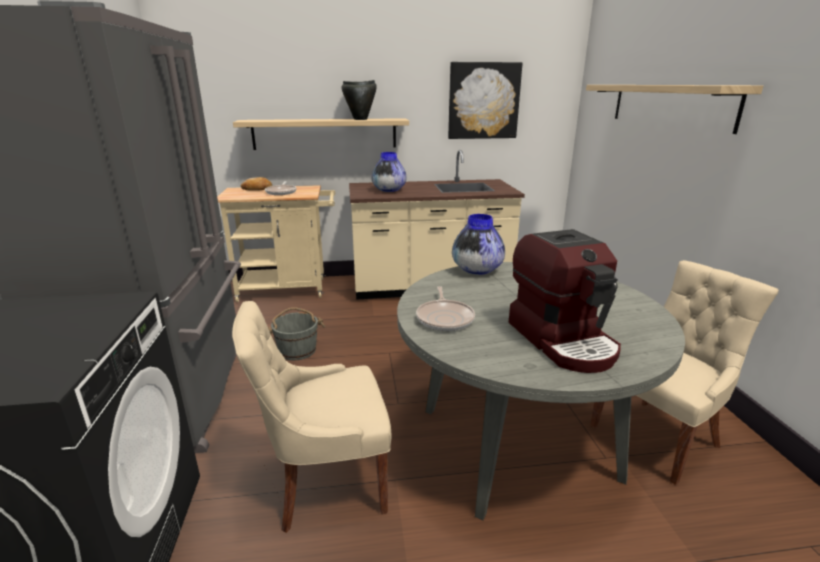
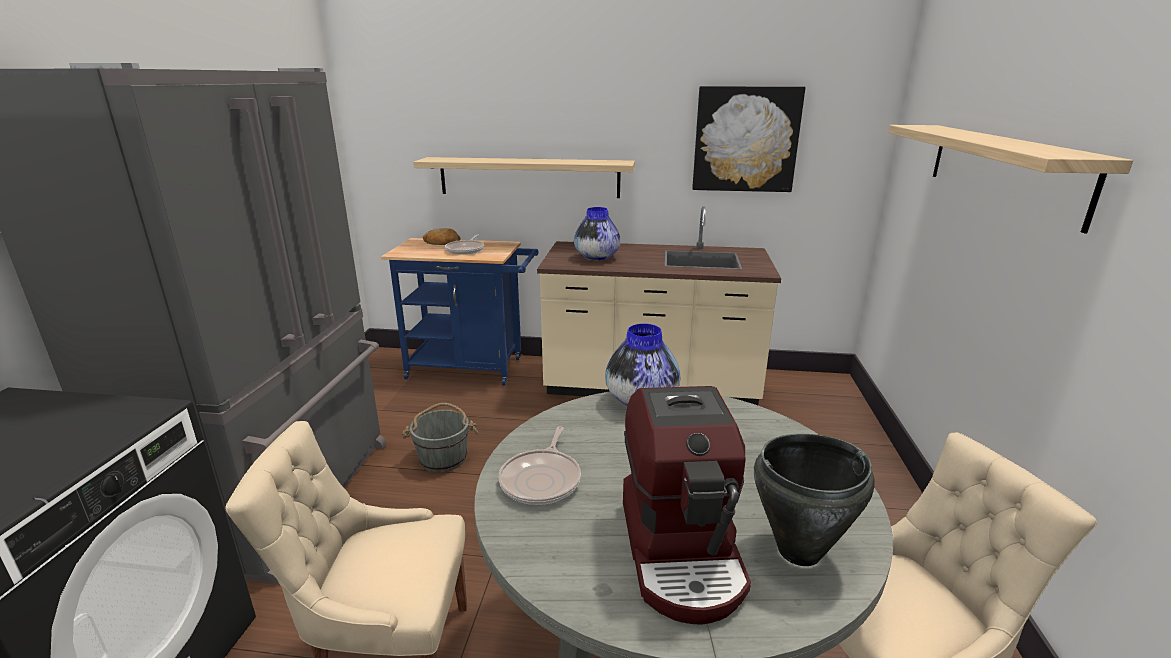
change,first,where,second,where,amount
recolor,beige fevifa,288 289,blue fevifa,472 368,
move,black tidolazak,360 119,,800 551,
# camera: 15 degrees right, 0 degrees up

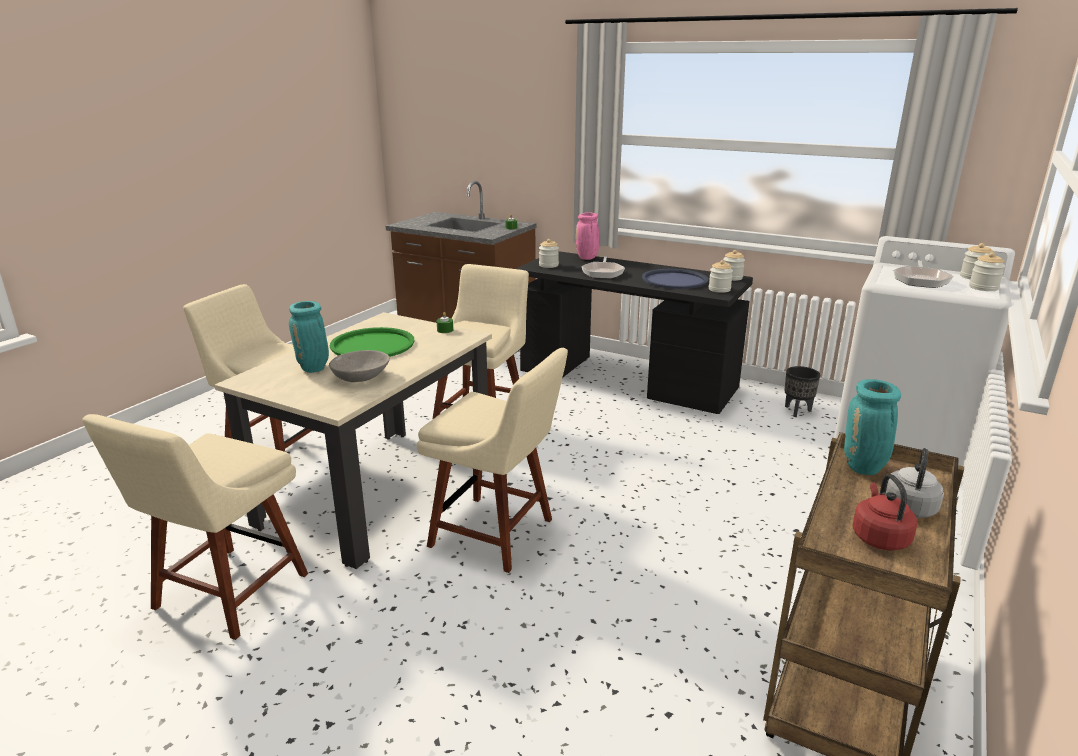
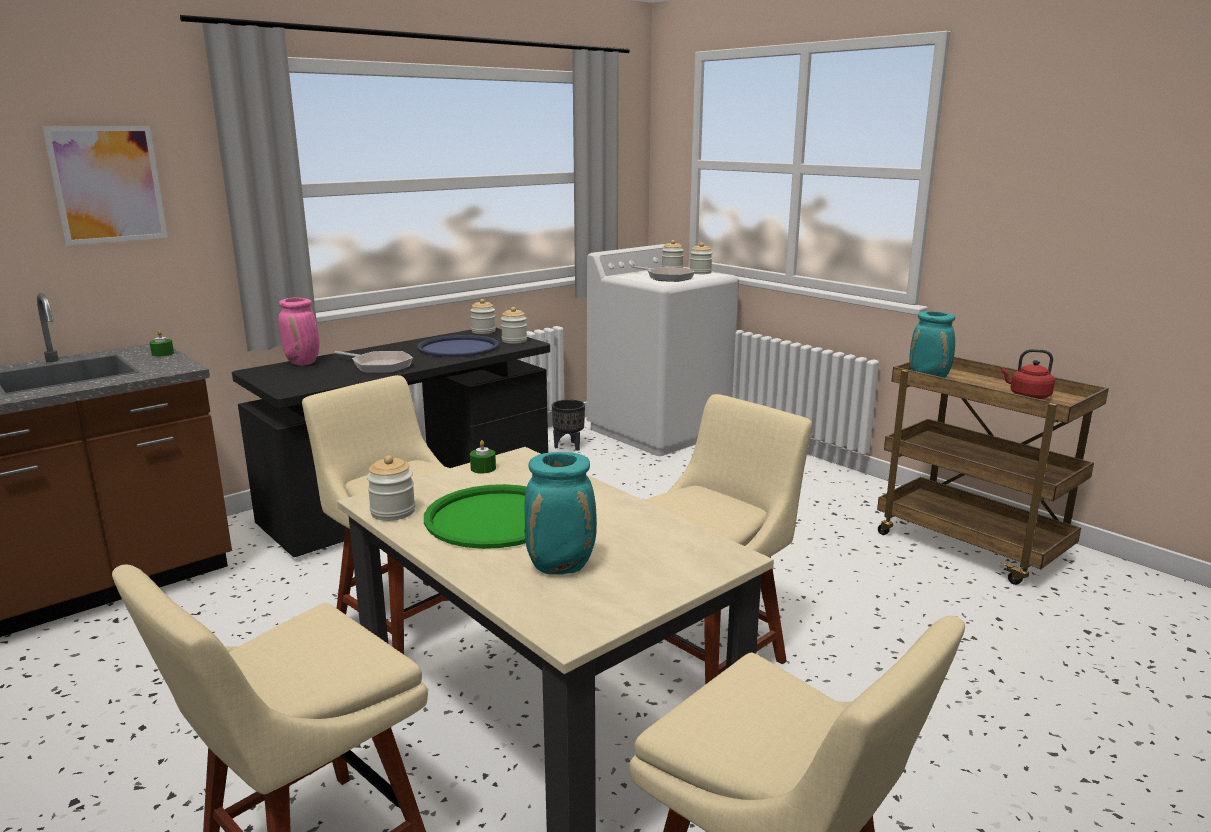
change,first,where,second,where,amount
delete,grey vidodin,361 376,,,
move,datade,548 265,,393 512,
delete,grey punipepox,909 507,,,
insert,,,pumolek,108 184,
# camera: 70 degrees left, 5 degrees down

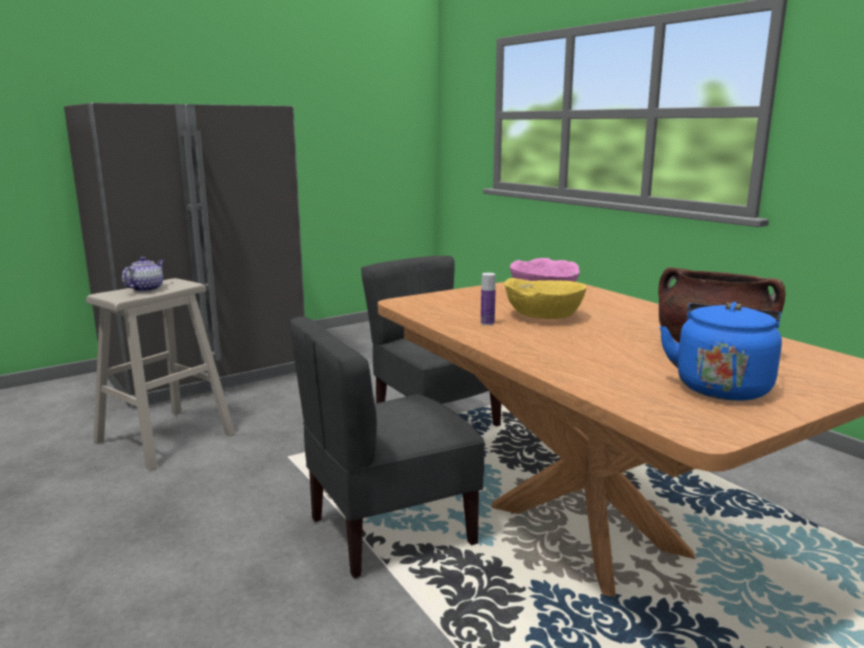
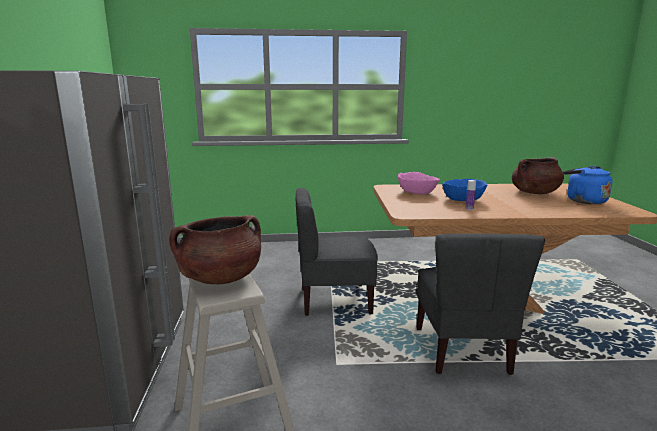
change,first,where,second,where,amount
replace,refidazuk,145 289,brown tidolazak,221 278,
recolor,yellow vidodin,543 316,blue vidodin,462 199,
# camera: 60 degrees left, 0 degrees up

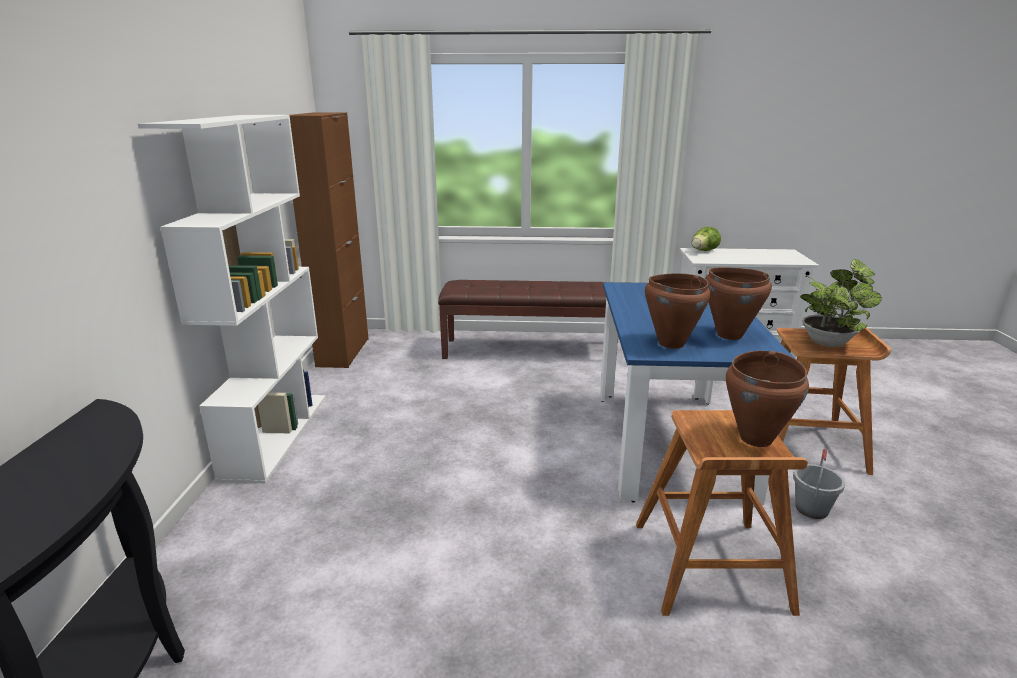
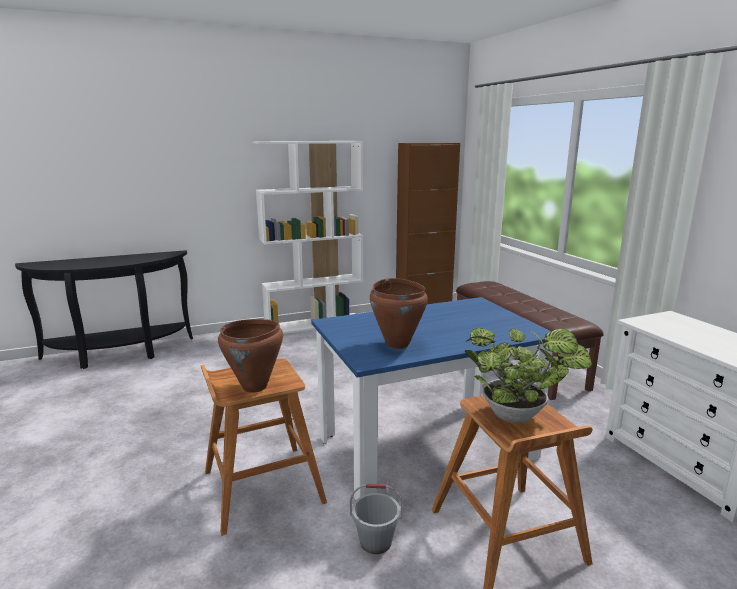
change,first,where,second,where,amount
delete,brown tidolazak,670 343,,,
delete,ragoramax,703 251,,,
# camera: 65 degrees right, 5 degrees down

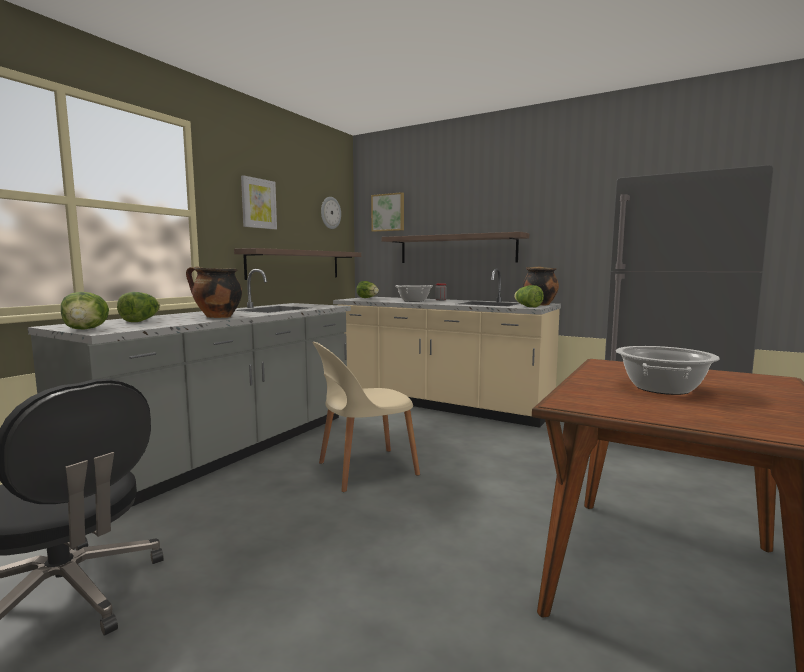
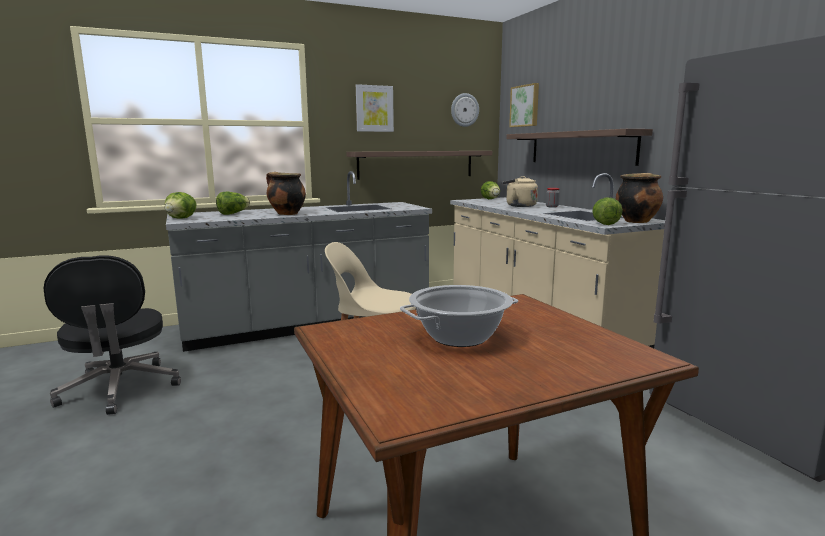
change,first,where,second,where,amount
replace,tidolazak,413 301,beige punipepox,519 206,
# camera: 35 degrees right, 5 degrees up

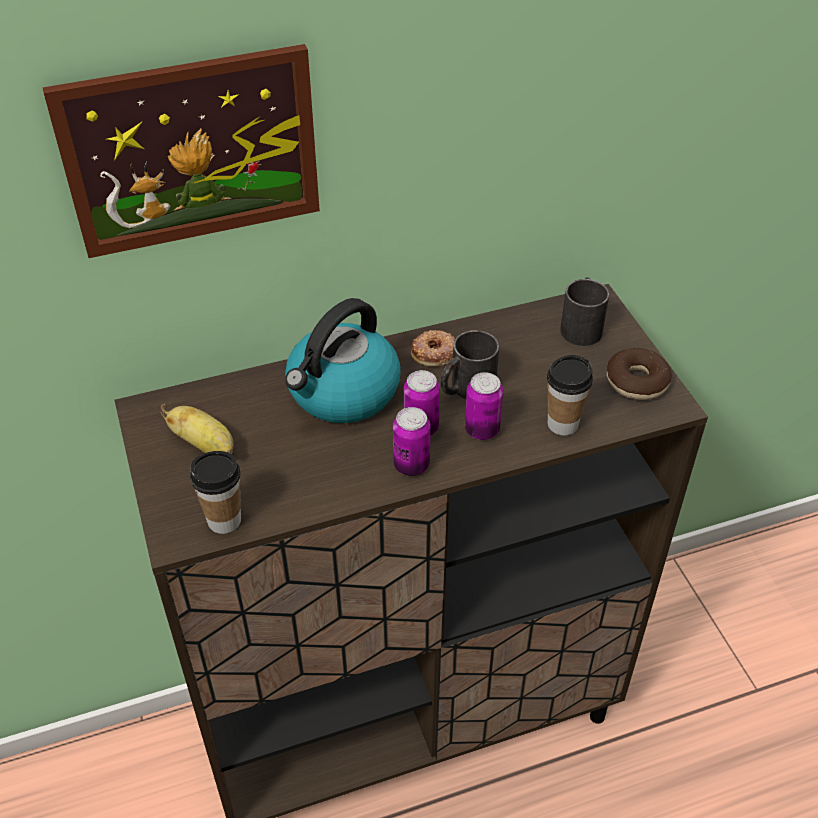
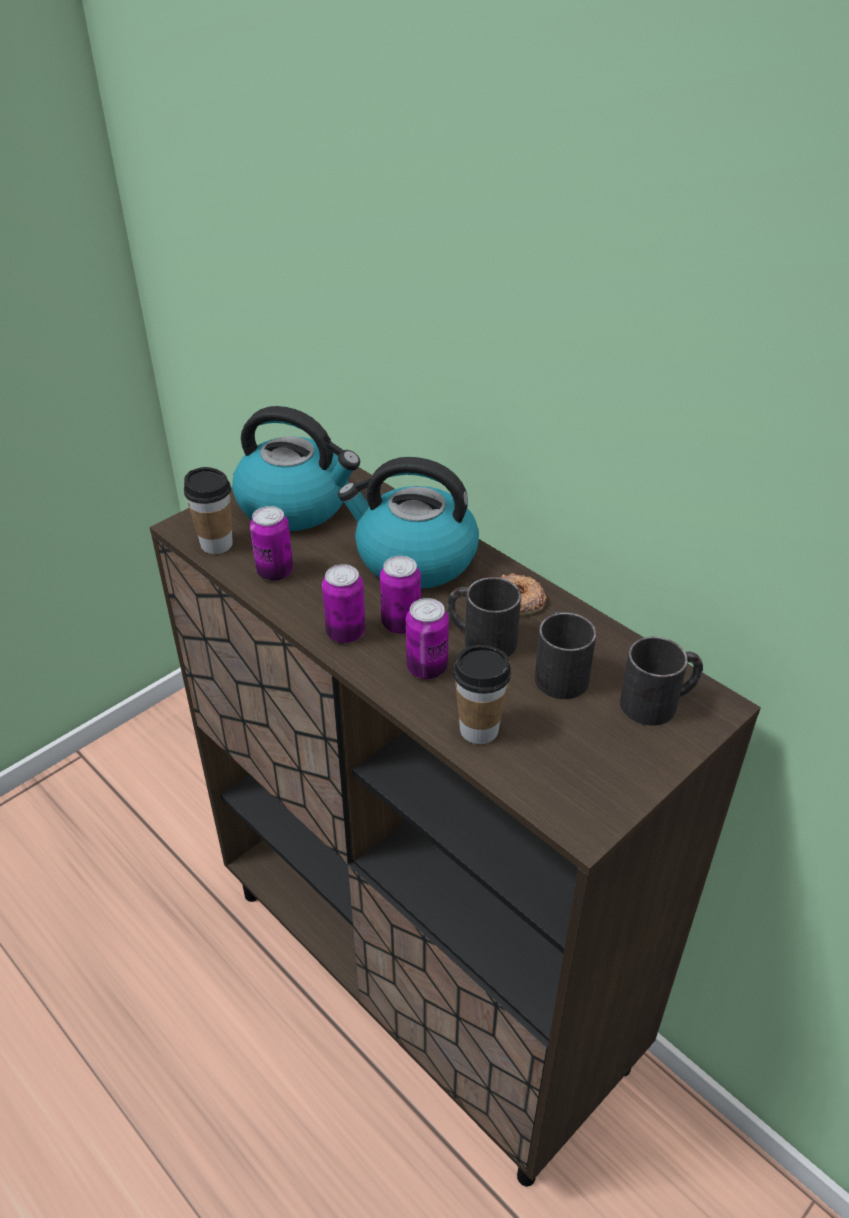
change,first,where,second,where,amount
delete,pumolek,191 151,,,
replace,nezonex,205 445,punipepox,296 505,
delete,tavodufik,637 381,,,
insert,,,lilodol,275 572,
insert,,,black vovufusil,558 671,
# camera: 65 degrees right, 5 degrees down

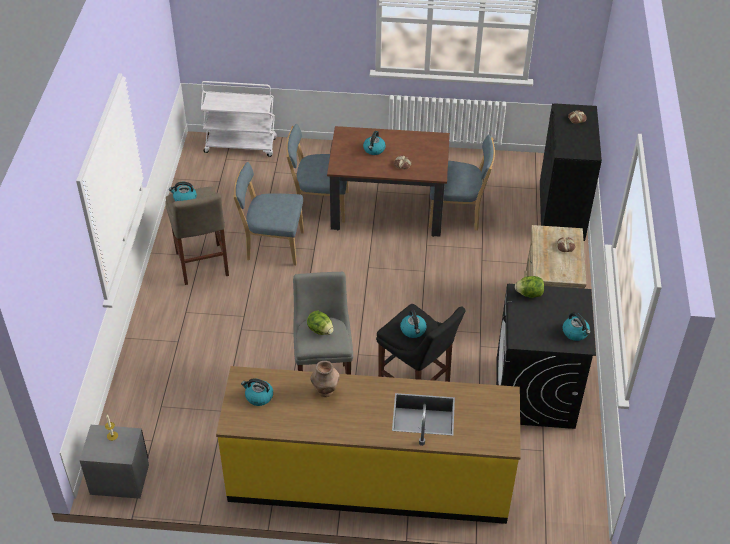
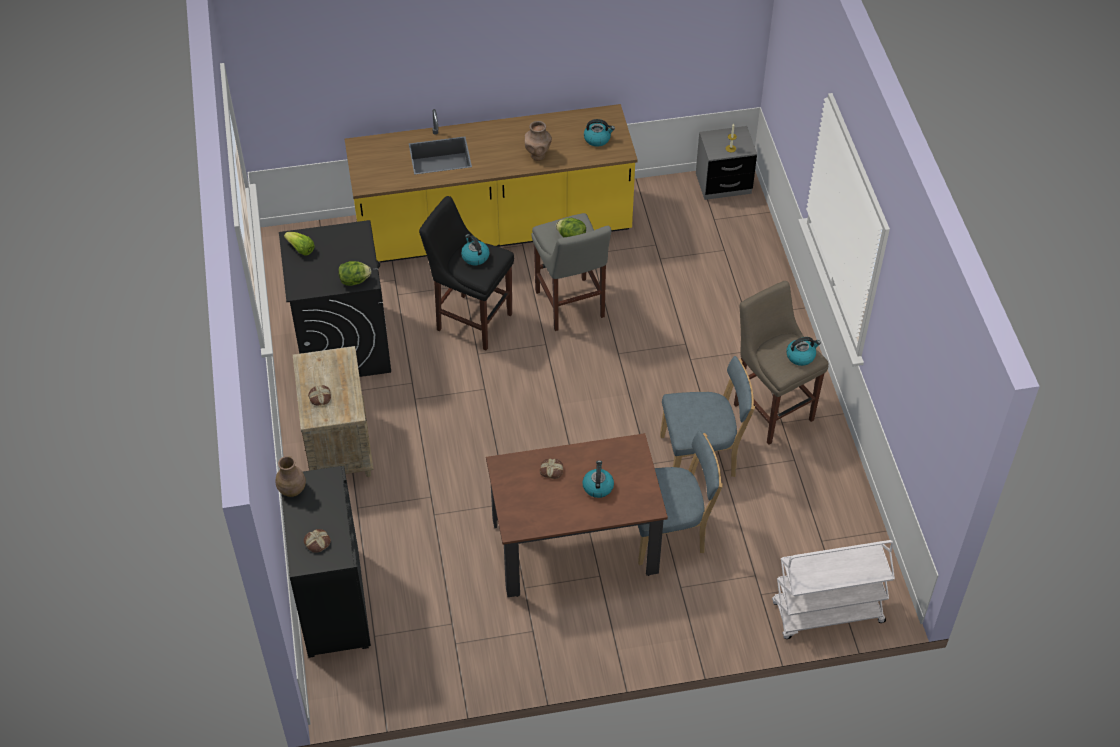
change,first,where,second,where,amount
delete,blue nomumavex,457 214,,,
replace,punipepox,575 333,ragoramax,300 249,
insert,,,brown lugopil,292 490,
# camera: 165 degrees right, 5 degrees up

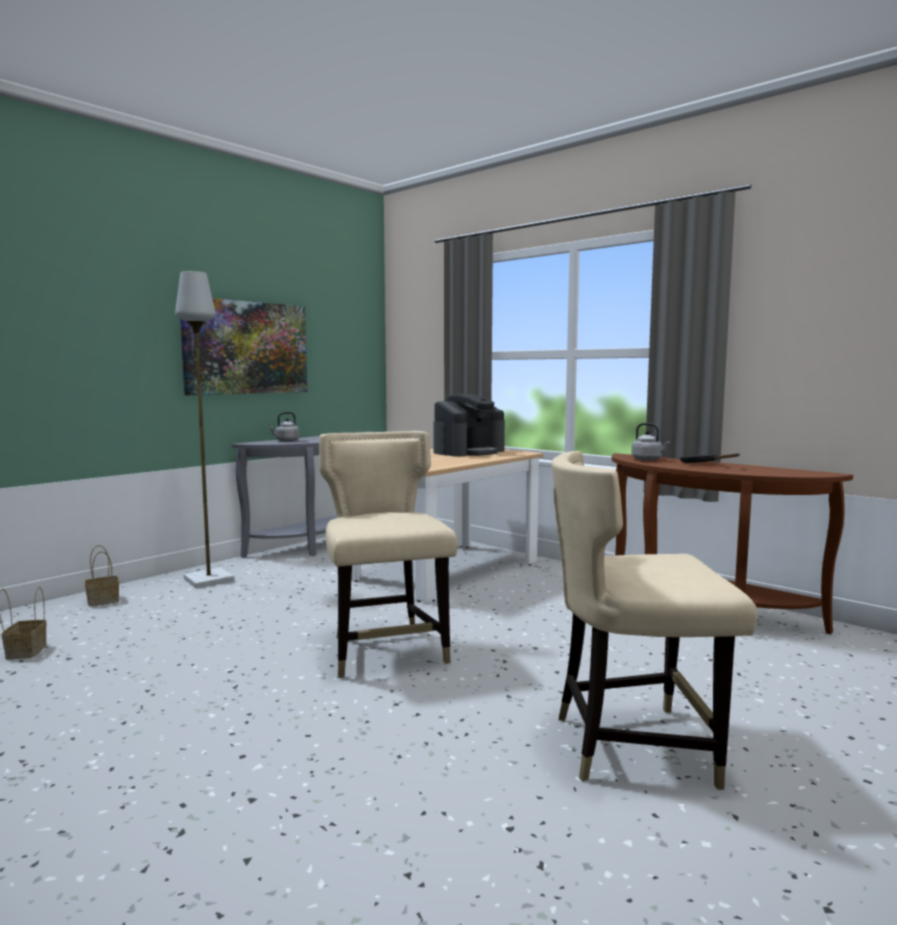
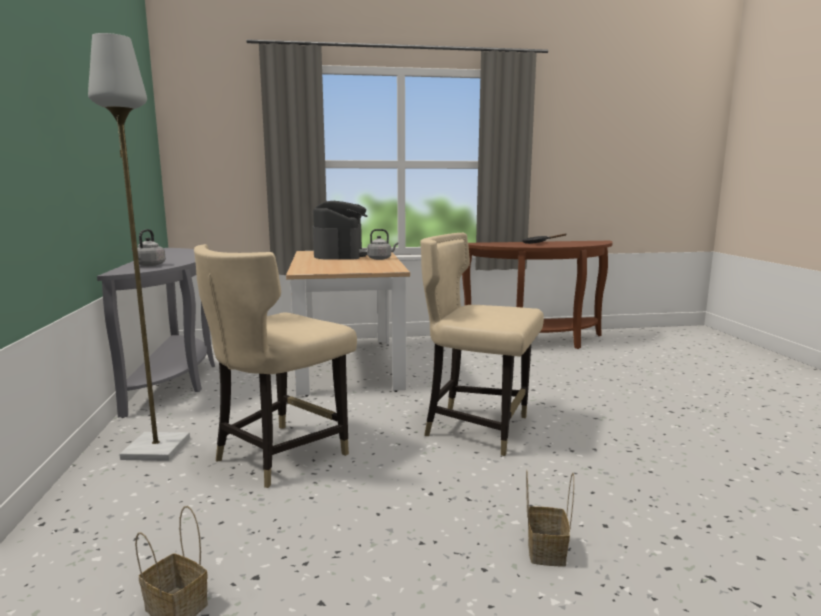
change,first,where,second,where,amount
move,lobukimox,104 600,,545 549,
delete,pumolek,246 348,,,
move,beige nomumavex,633 746,,280 455,
move,grey punipepox,648 459,,380 258,
# camera: 50 degrees left, 5 degrees up

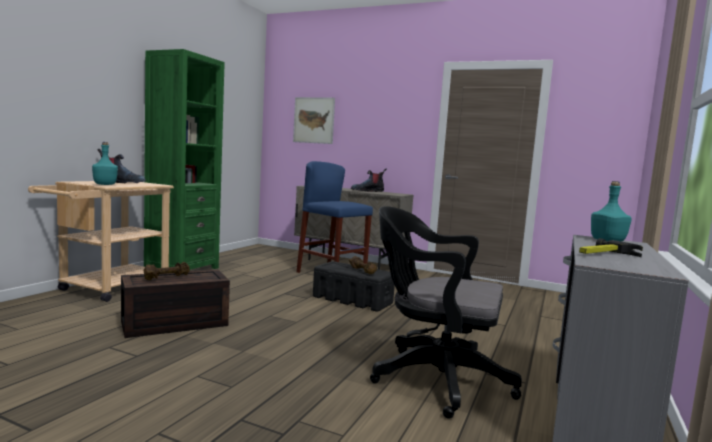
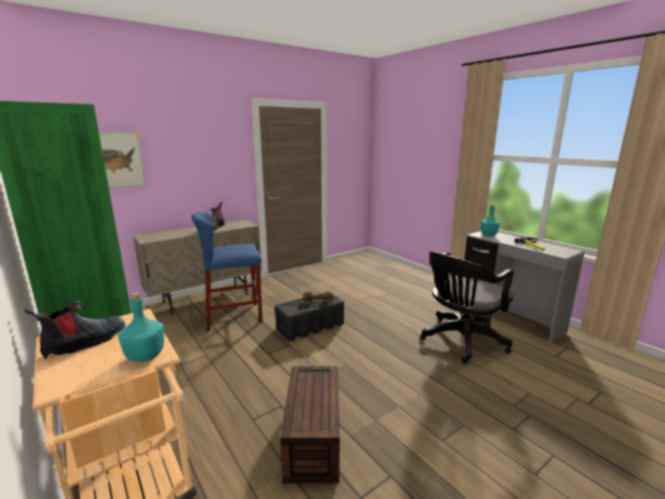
change,first,where,second,where,amount
delete,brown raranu,166 277,,,
# camera: 60 degrees left, 10 degrees up

